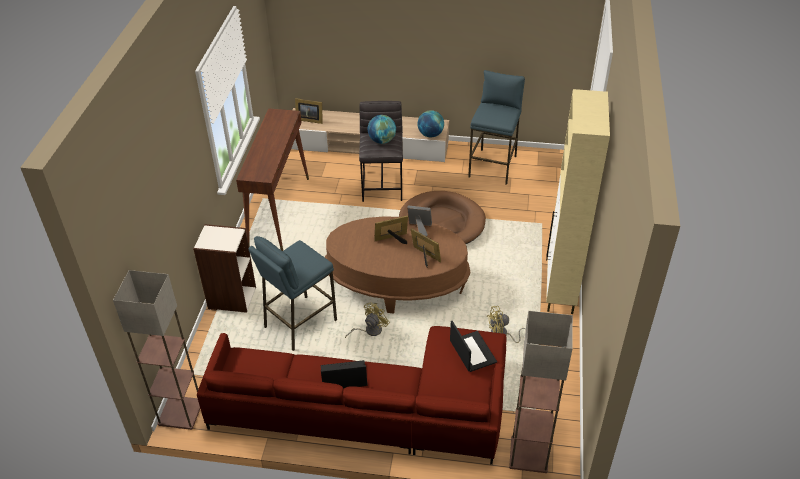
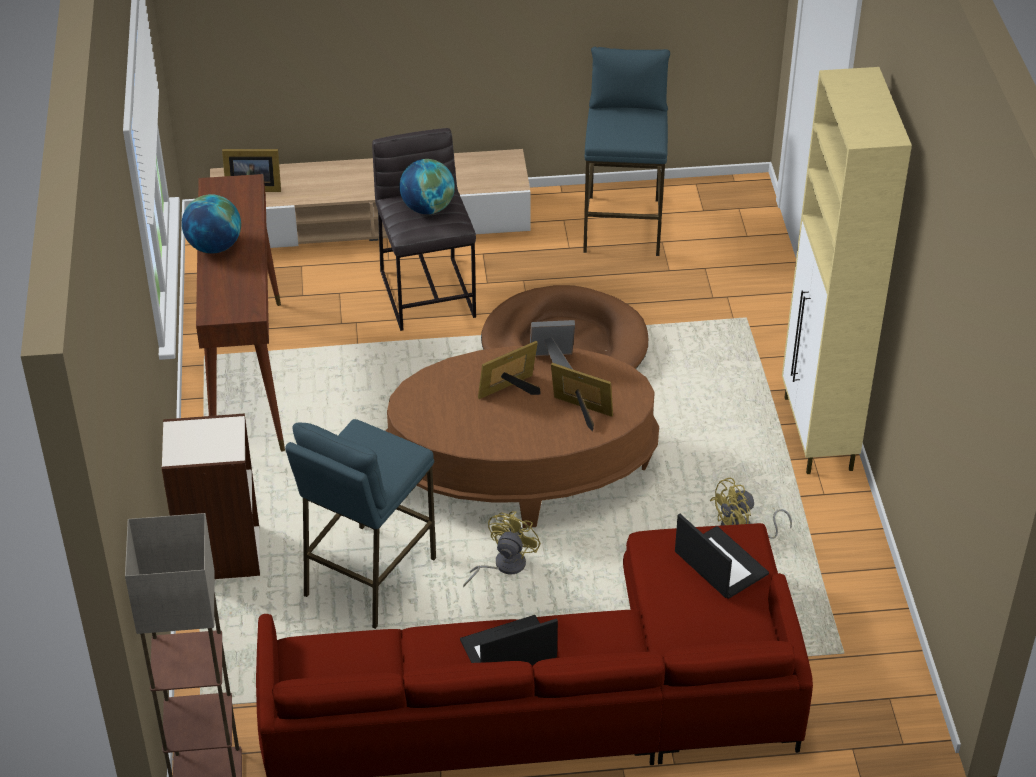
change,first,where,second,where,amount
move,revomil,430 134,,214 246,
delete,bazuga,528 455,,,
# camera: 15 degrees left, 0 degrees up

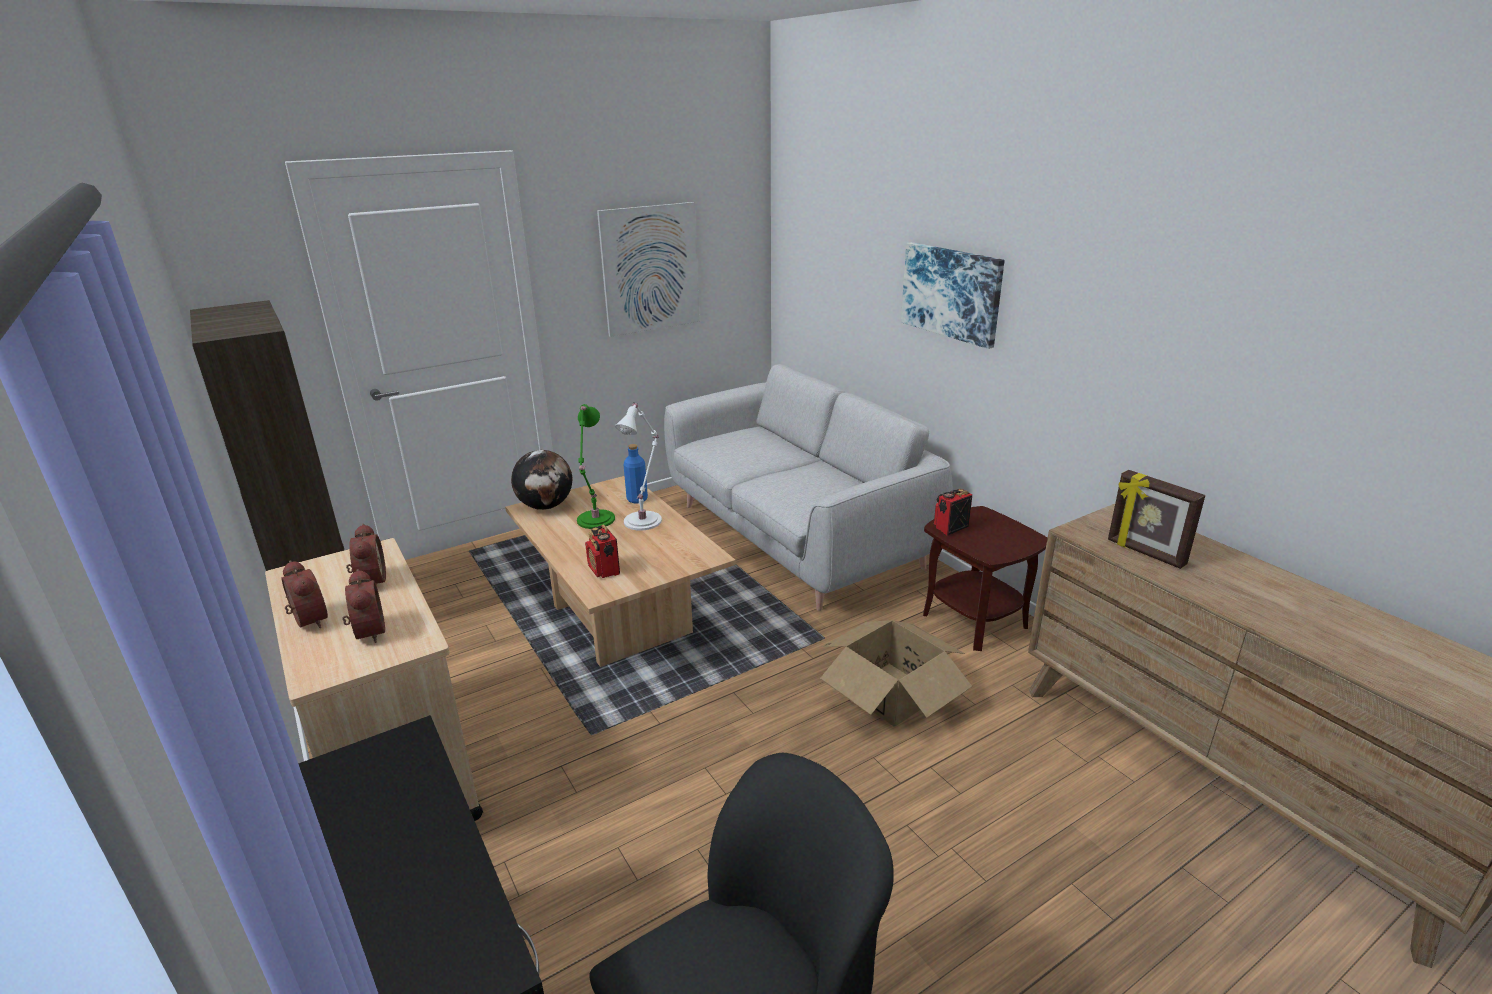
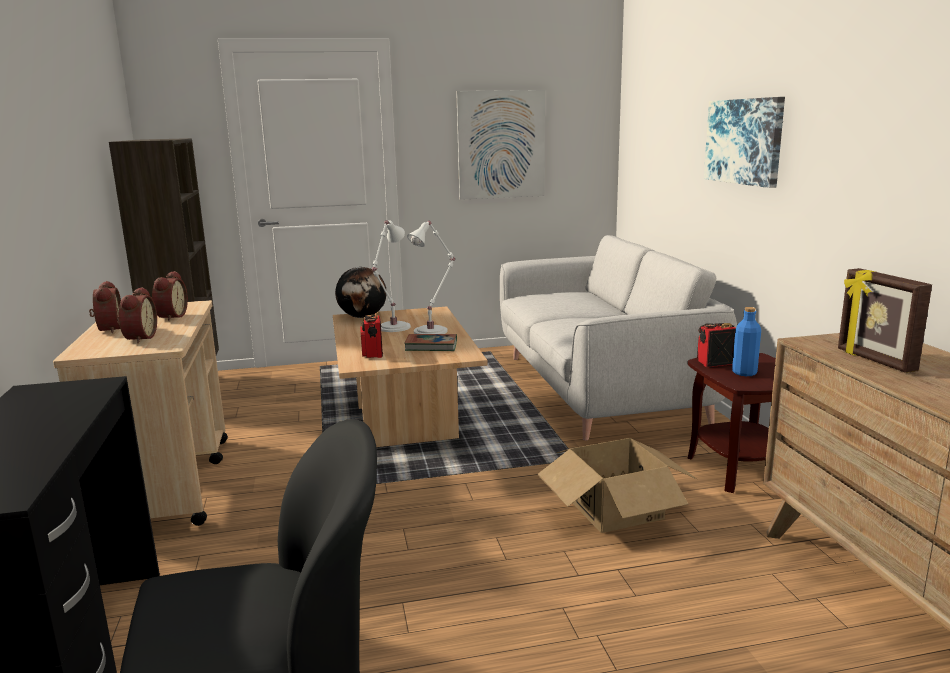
change,first,where,second,where,amount
recolor,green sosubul,595 521,white sosubul,392 328,
move,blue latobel,637 499,,744 373,
insert,,,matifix,431 346,
# camera: 20 degrees right, 10 degrees down

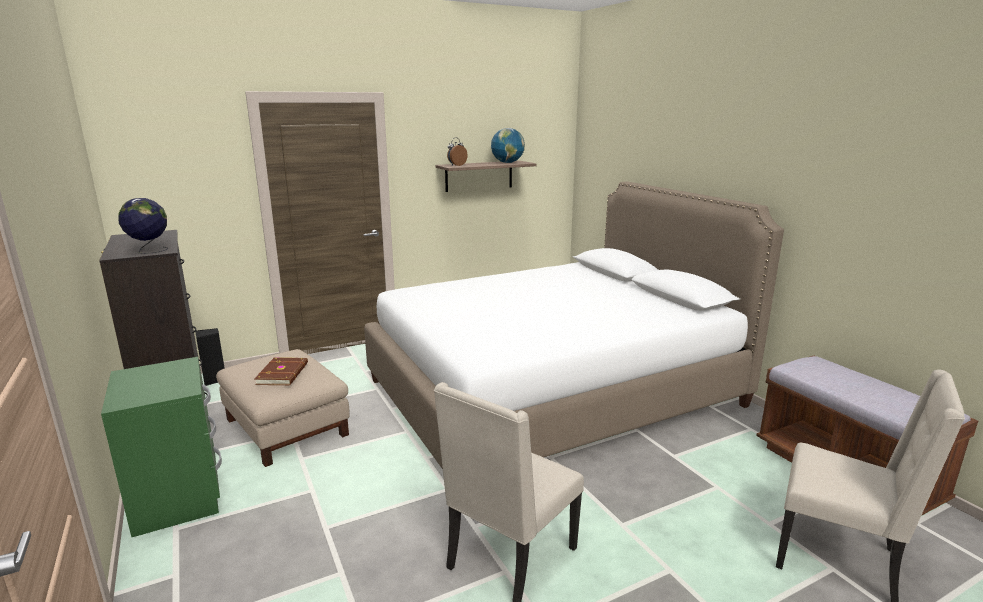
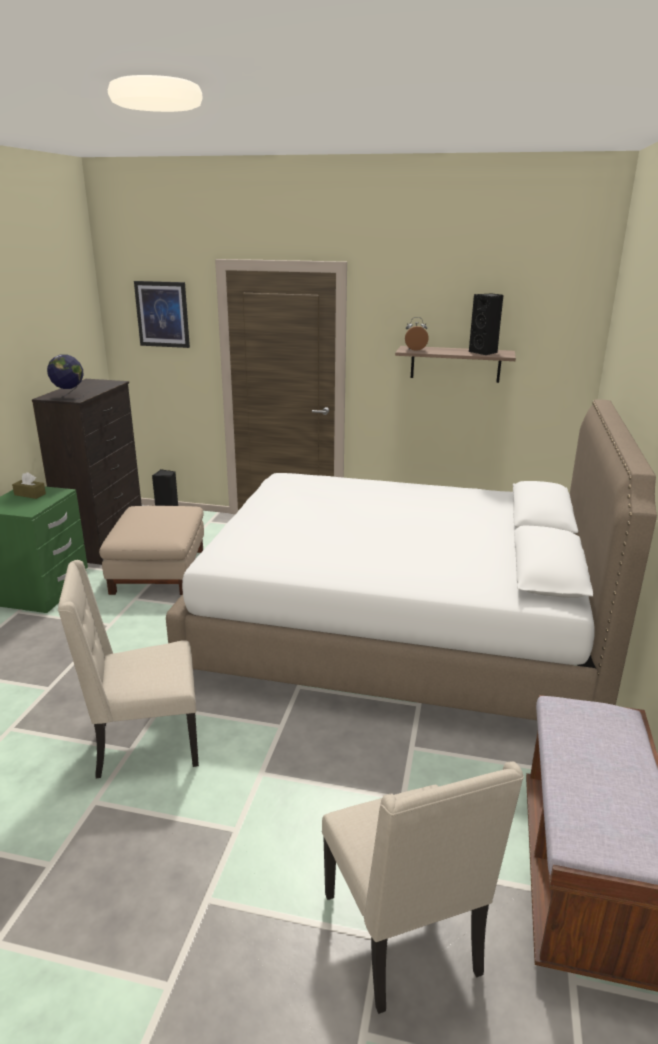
change,first,where,second,where,amount
delete,brown matifix,283 373,,,
replace,revomil,507 162,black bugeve,484 352,
insert,,,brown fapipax,30 494,
insert,,,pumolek,162 314,
# camera: 40 degrees right, 5 degrees up

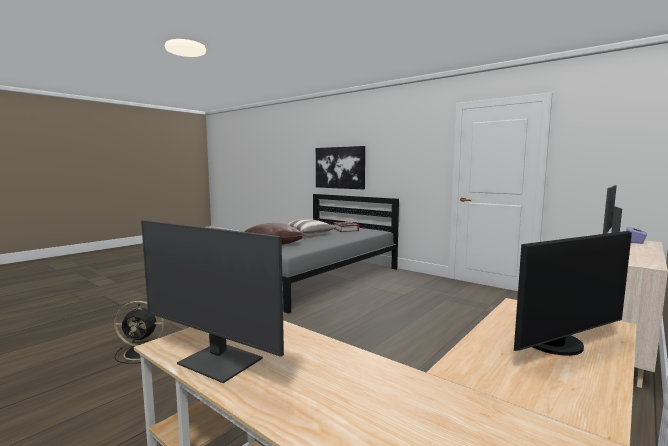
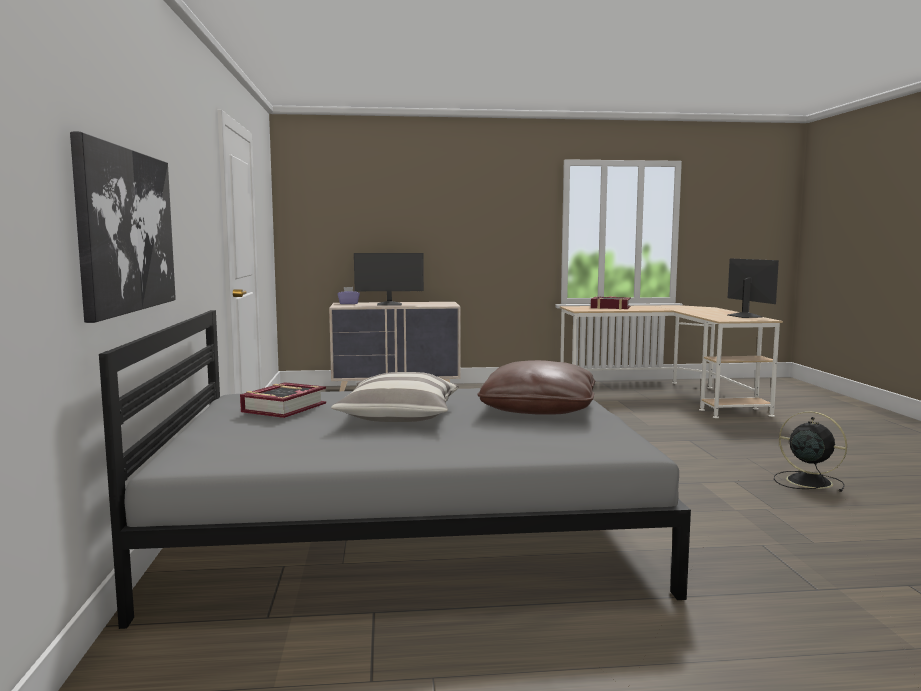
change,first,where,second,where,amount
replace,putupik,558 345,matifix,610 307,
# camera: 135 degrees left, 0 degrees up

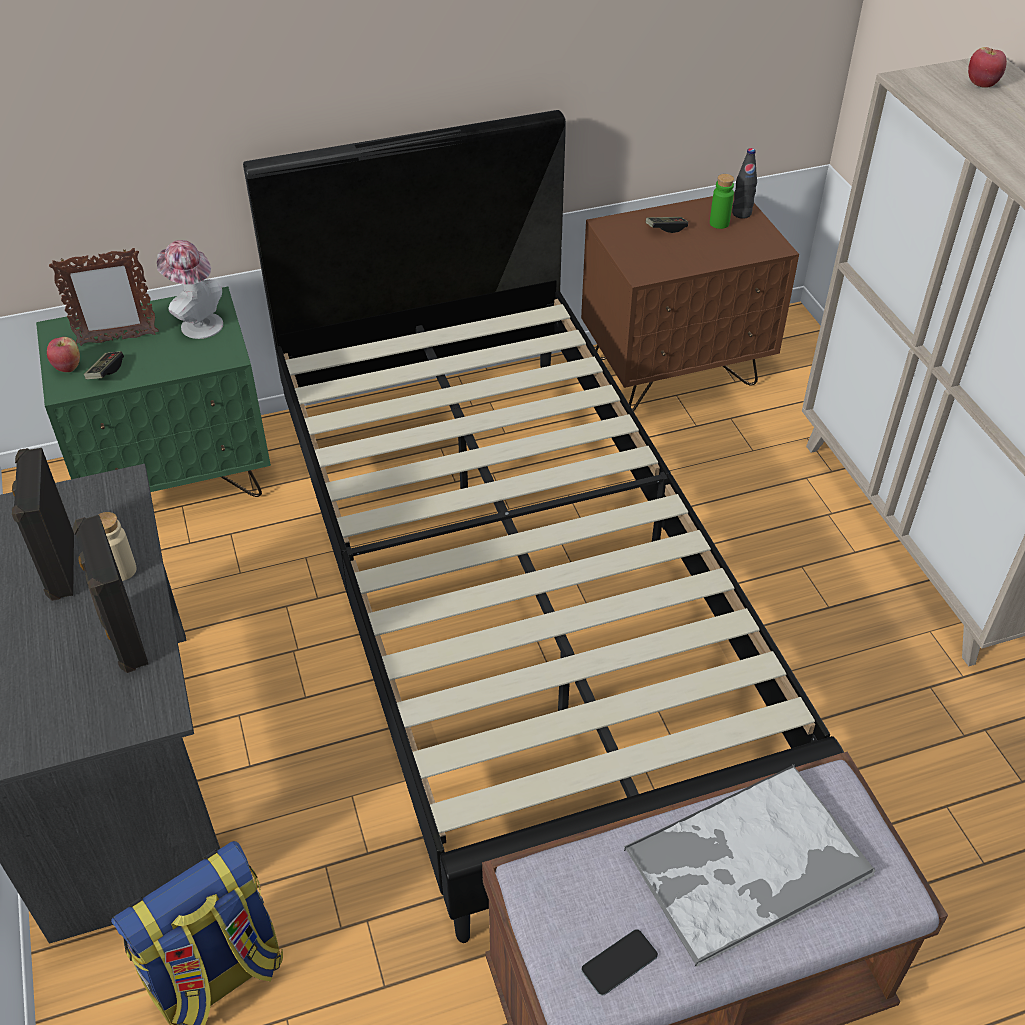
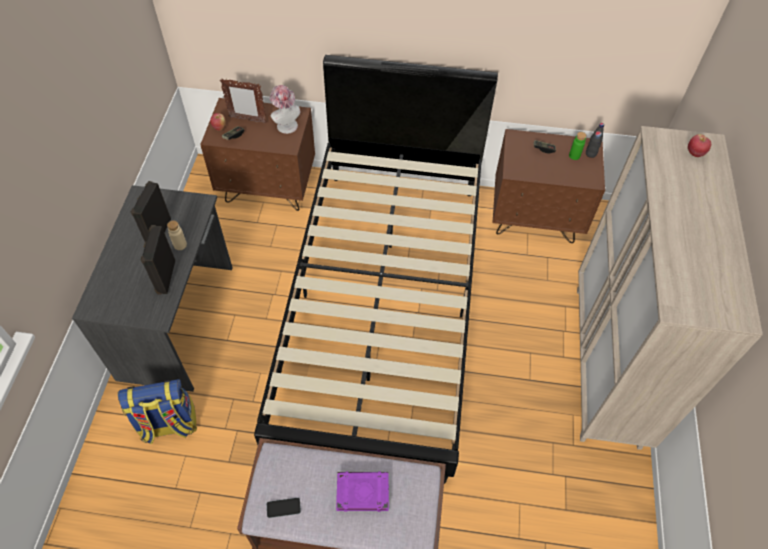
change,first,where,second,where,amount
recolor,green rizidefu,179 480,brown rizidefu,268 188,
replace,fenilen,745 864,purple matifix,362 493,
# camera: 25 degrees right, 10 degrees up

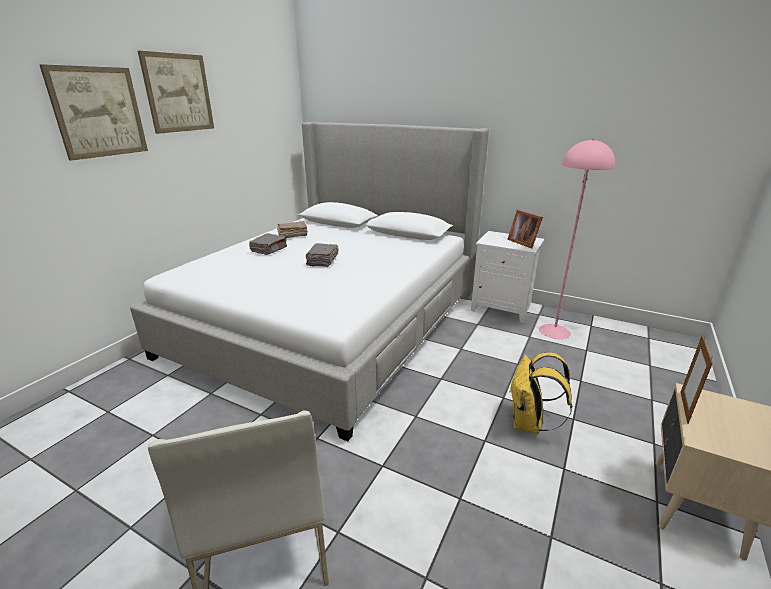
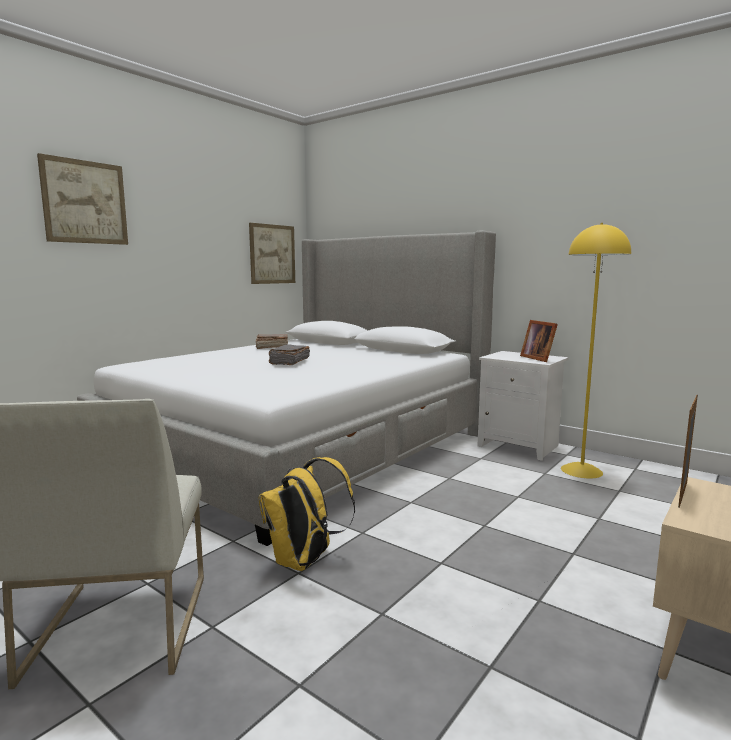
change,first,where,second,where,amount
move,pumolek,178 93,,272 254,
delete,grey matifix,269 250,,,
move,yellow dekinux,529 423,,304 562,
recolor,pink bazuga,554 331,yellow bazuga,581 470,
# camera: 10 degrees right, 15 degrees down

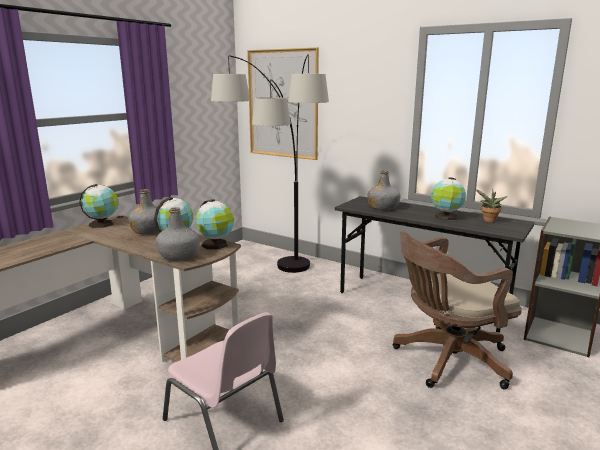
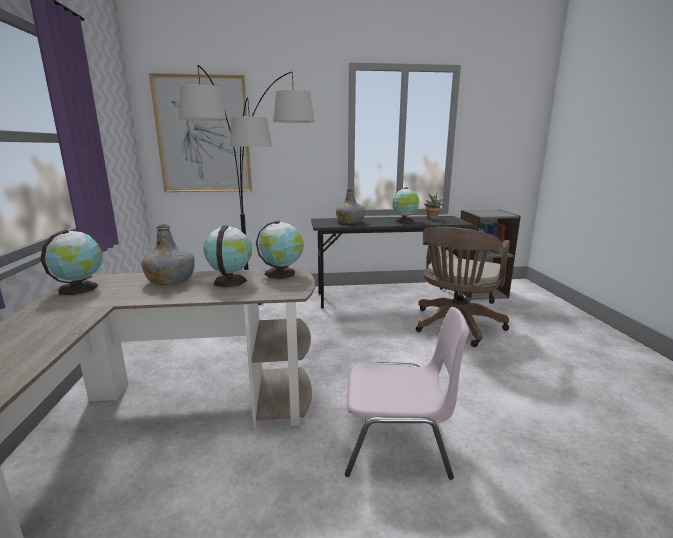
change,first,where,second,where,amount
delete,grey latobel,179 256,,,
# camera: 40 degrees left, 0 degrees up

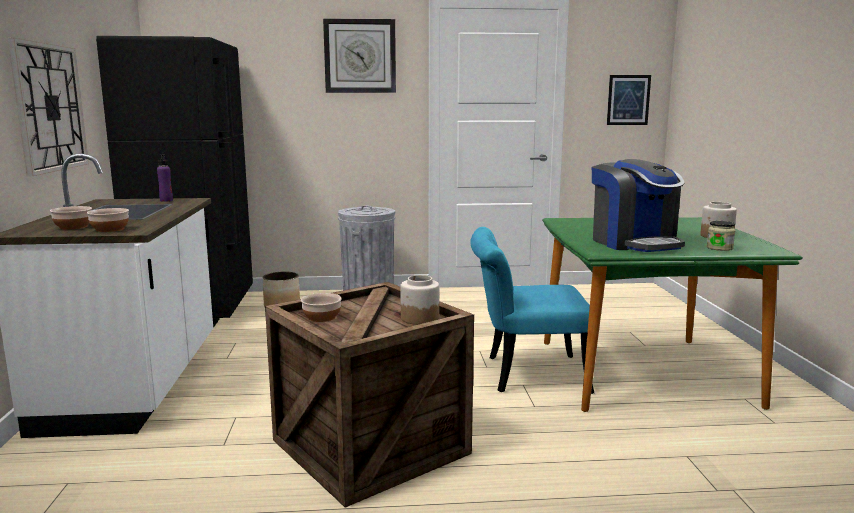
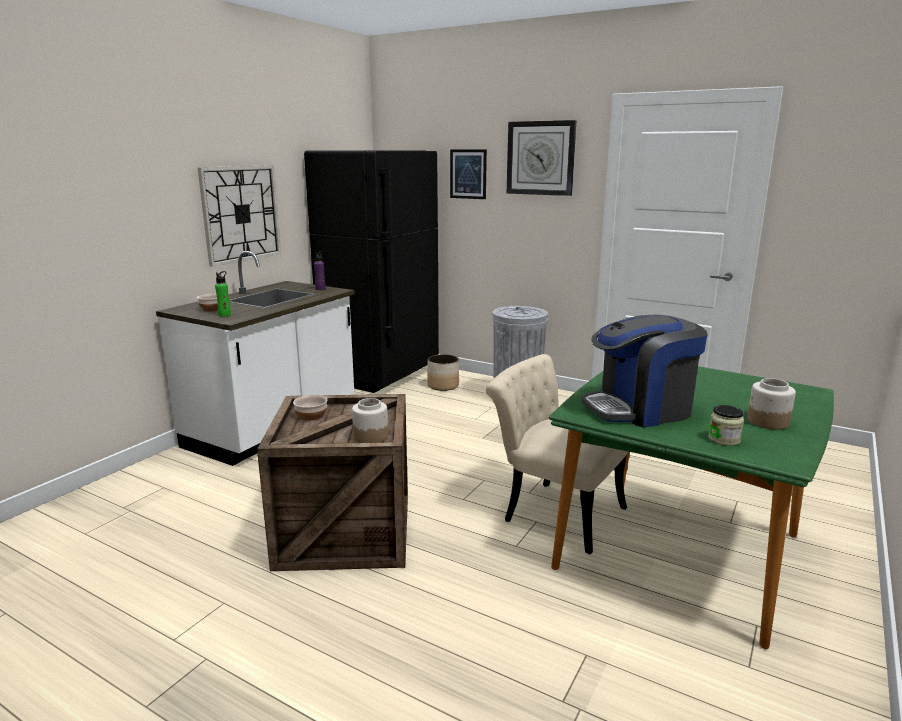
change,first,where,second,where,amount
replace,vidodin,110 229,green latobel,224 315,
recolor,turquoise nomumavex,524 374,beige nomumavex,553 511,
rotate,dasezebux,634 243,,640 409,60 degrees clockwise
move,pumolek,628 100,,468 174,
# camera: 35 degrees right, 5 degrees up

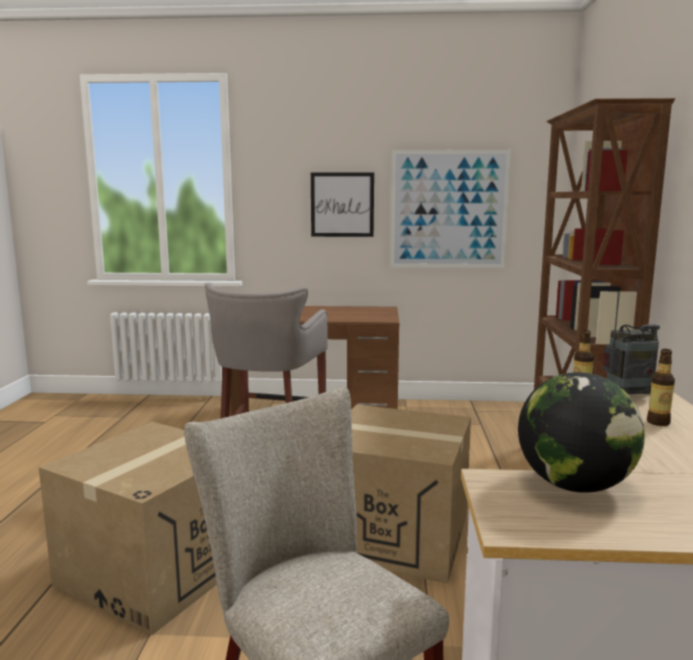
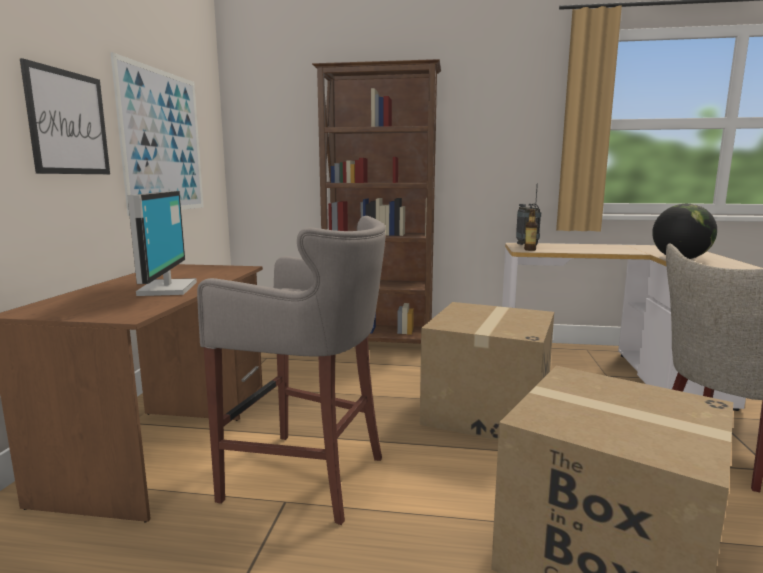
change,first,where,second,where,amount
delete,latobel,658 422,,,
insert,,,putupik,165 289,
# camera: 85 degrees left, 0 degrees up

